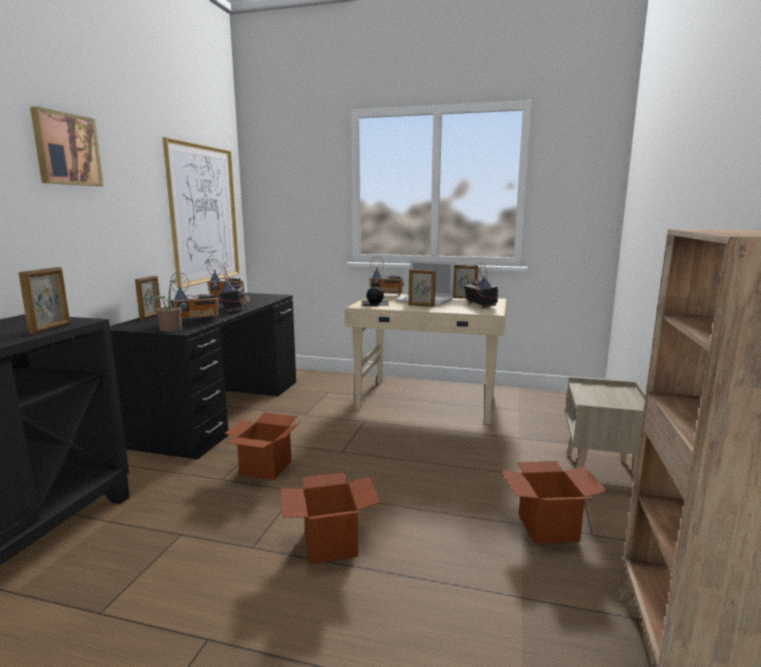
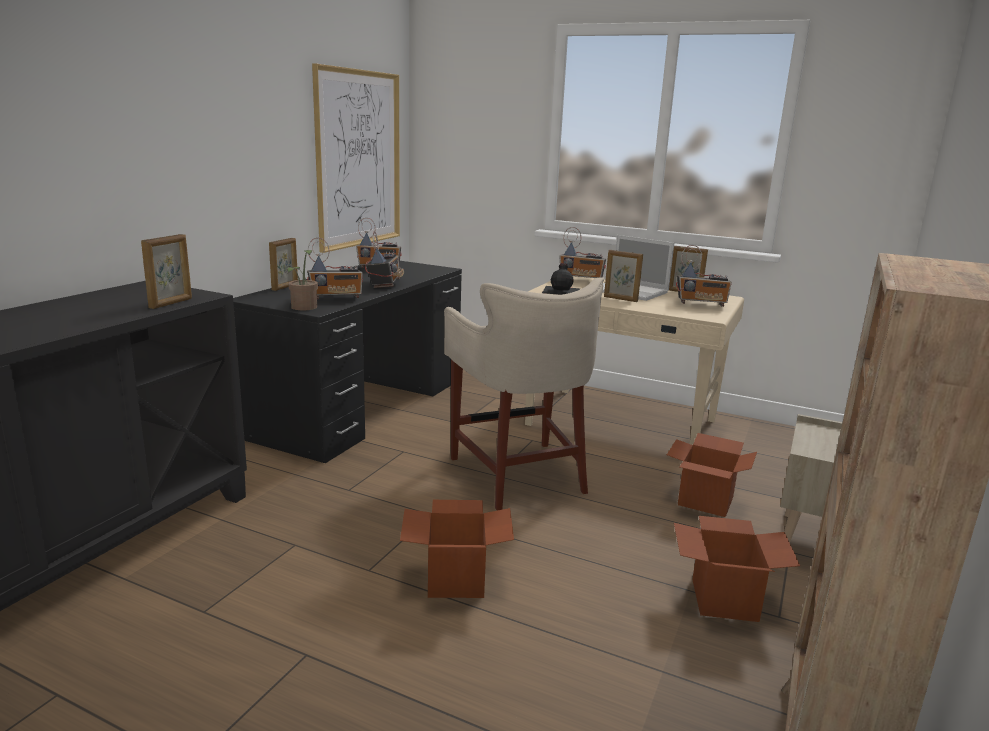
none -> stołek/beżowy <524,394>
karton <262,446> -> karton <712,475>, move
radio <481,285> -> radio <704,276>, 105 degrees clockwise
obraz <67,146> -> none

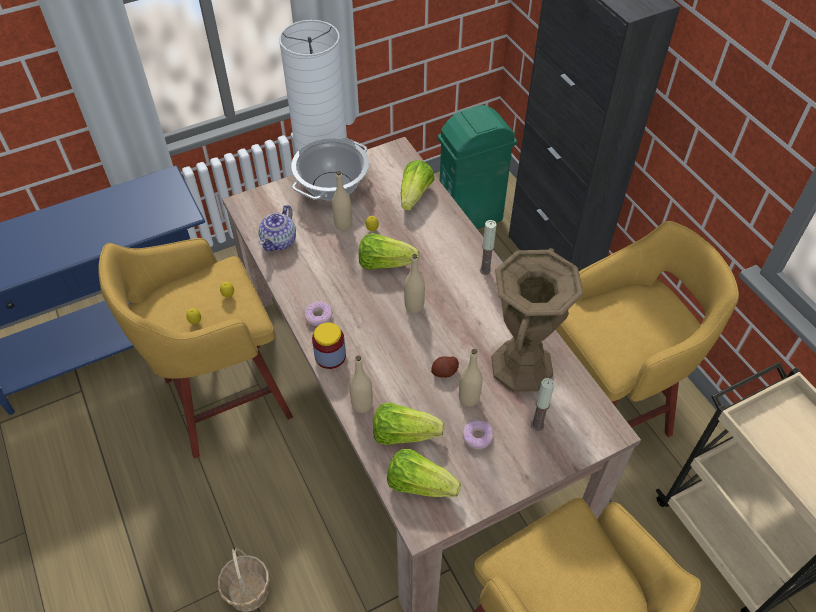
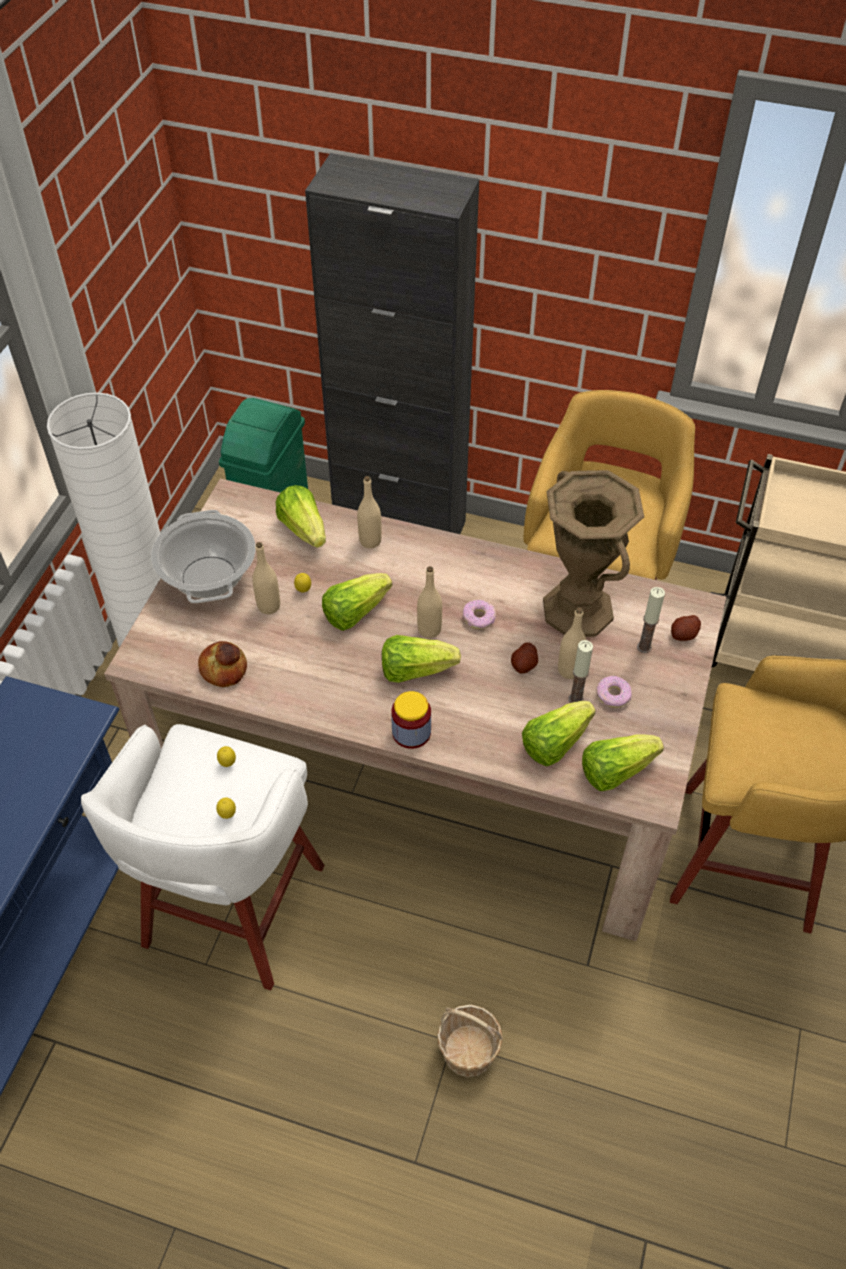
stołek/żółty <195,348> -> stołek/biały <203,857>
imbryk <277,228> -> chleb <222,664>
butelka/beżowy <361,384> -> butelka/beżowy <369,512>, move
none -> sałata <421,659>
donut <318,313> -> donut <479,614>, move
świeca <488,247> -> świeca <581,671>, move
none -> ziemniak <686,628>

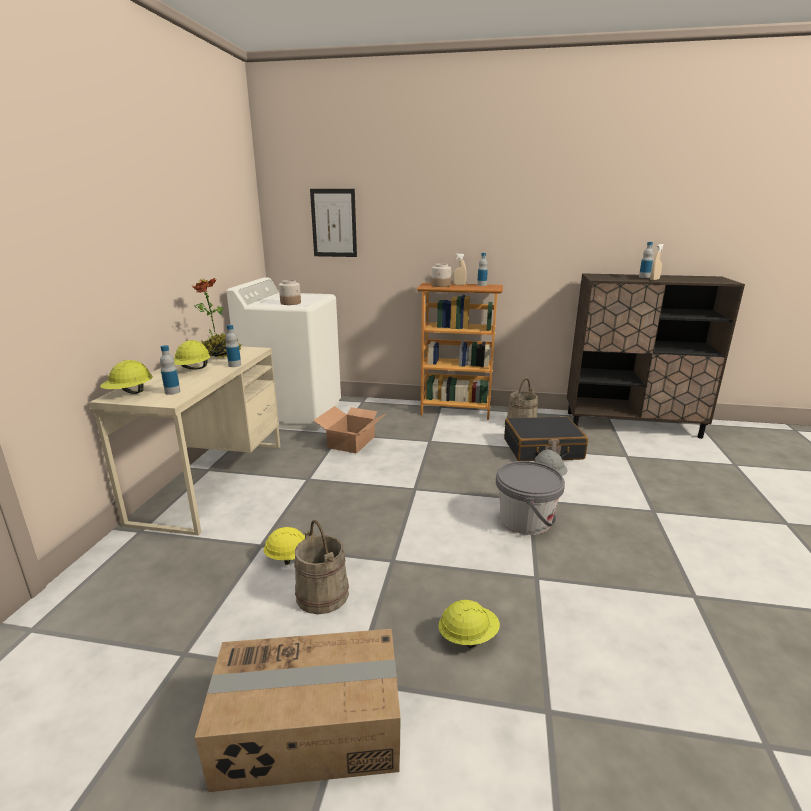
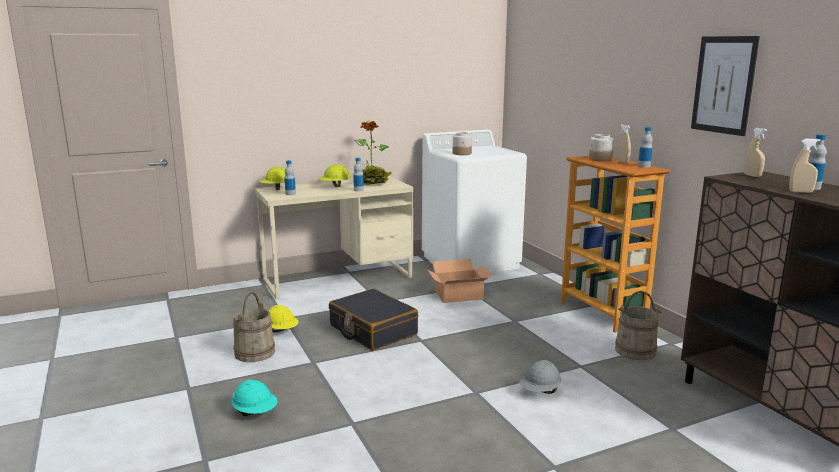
kask/żółty <469,624> -> kask/turkusowy <254,397>
walizka/czarny <546,438> -> walizka/czarny <373,320>, move
obraz <333,223> -> obraz <725,86>, move
none -> spryskiwacz/beżowy <755,152>
karton <298,710> -> none
wiadro/szary <530,498> -> none

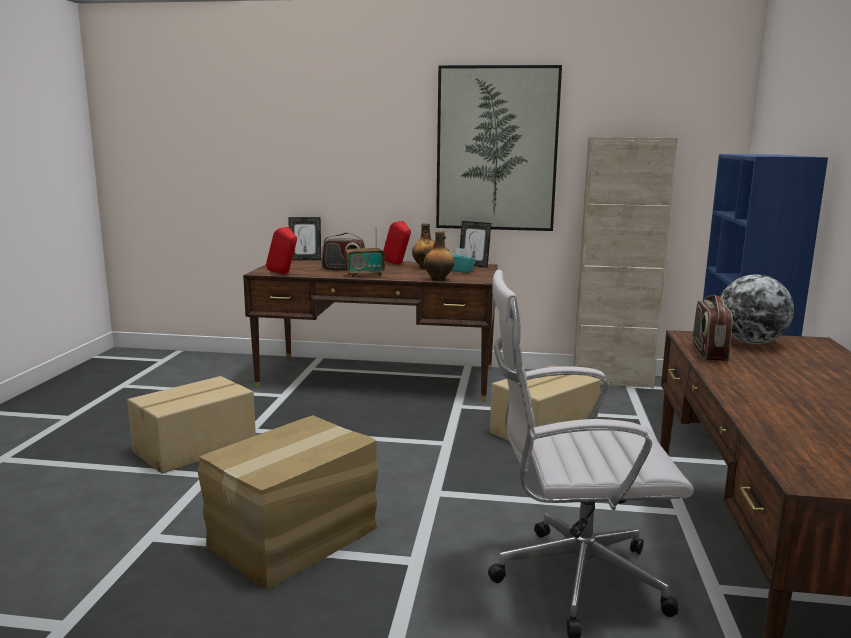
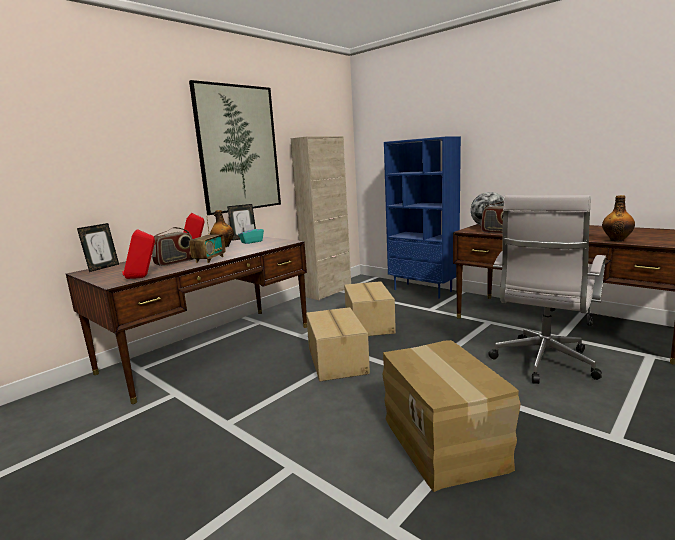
karton <191,425> -> karton <338,344>, move
butelka <439,256> -> butelka <618,218>, move

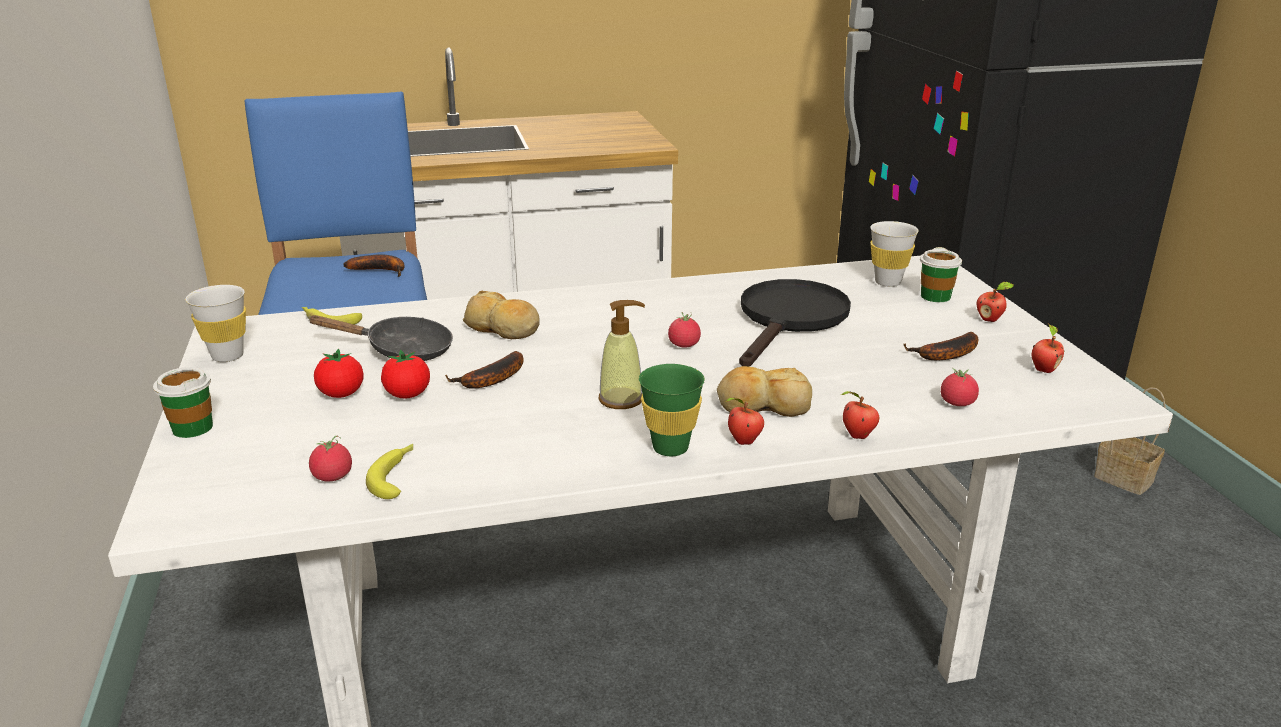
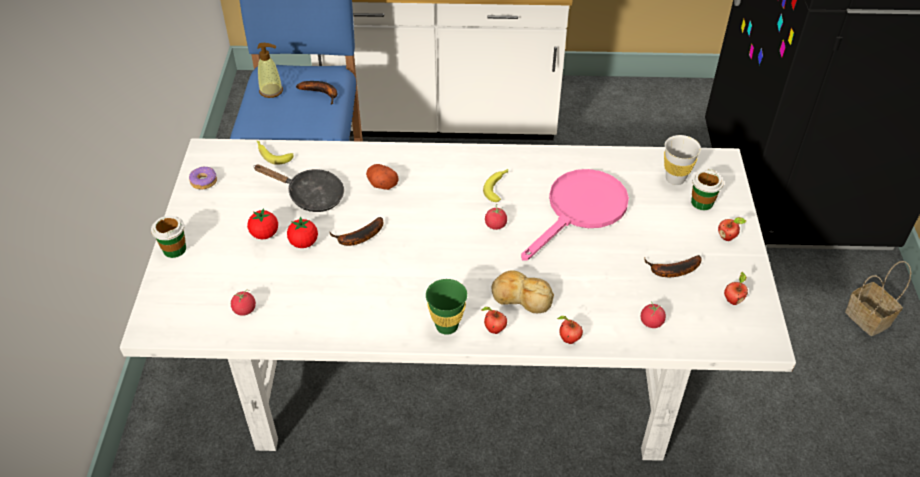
filiżanka/biały <215,323> -> donut <203,178>
dozownik mydła <621,354> -> dozownik mydła <270,70>, move
chleb <501,315> -> ziemniak <382,177>
banan <389,471> -> banan <495,185>, move
patelnia/czarny <795,322> -> patelnia/różowy <575,214>

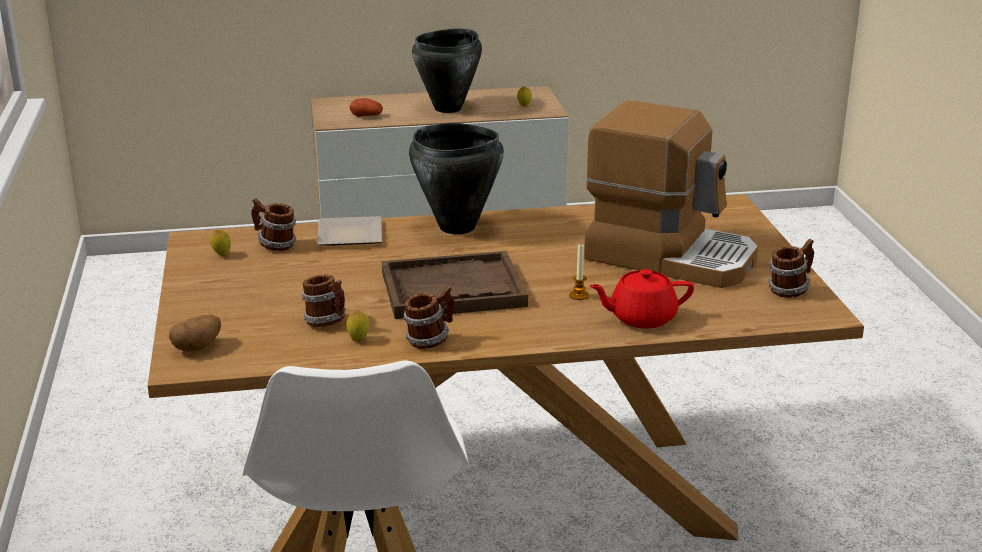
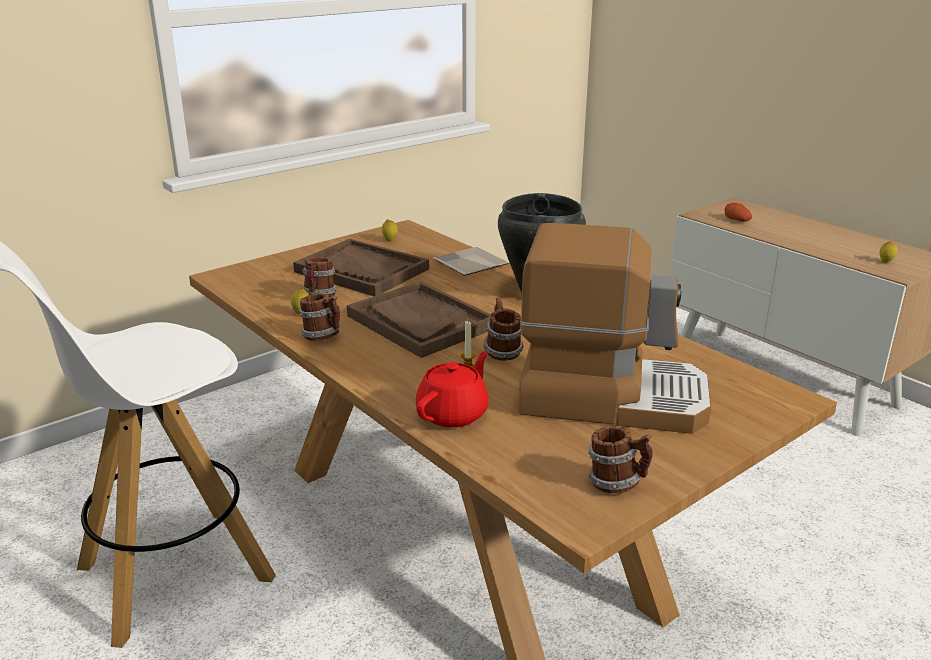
none -> taca/brązowy <361,267>
imbryk/czerwony <641,298> -> imbryk/czerwony <452,389>, 75 degrees clockwise
kubek <273,224> -> kubek <503,329>, move
ekspres do kawy <671,194> -> ekspres do kawy <614,328>, 75 degrees counterclockwise
ziemniak <195,333> -> none
garnek/czarny <447,70> -> none

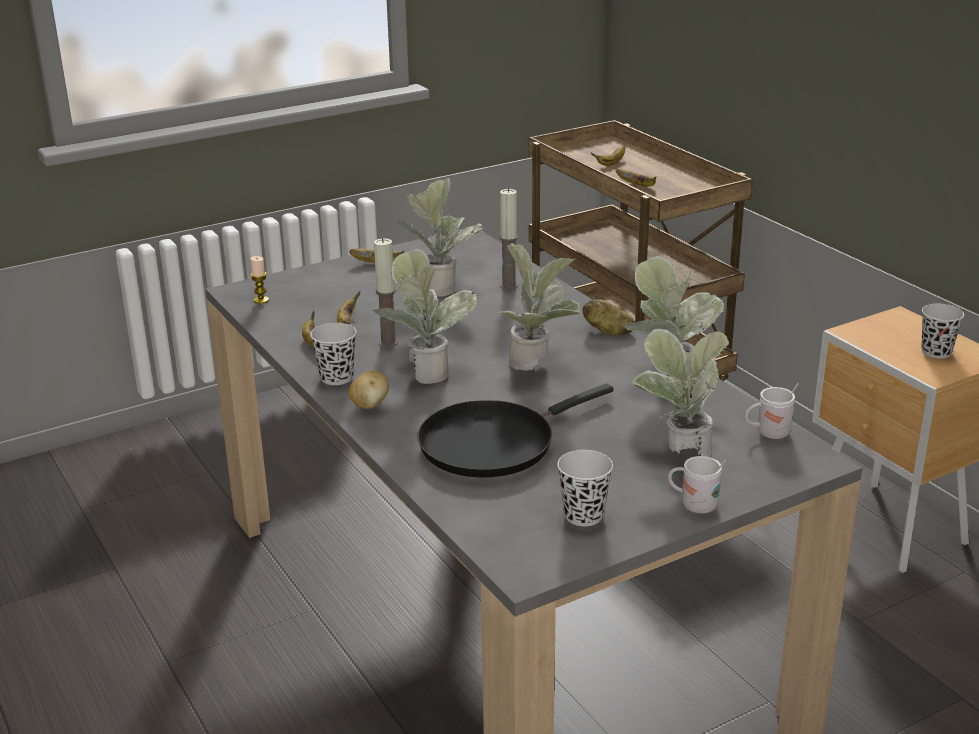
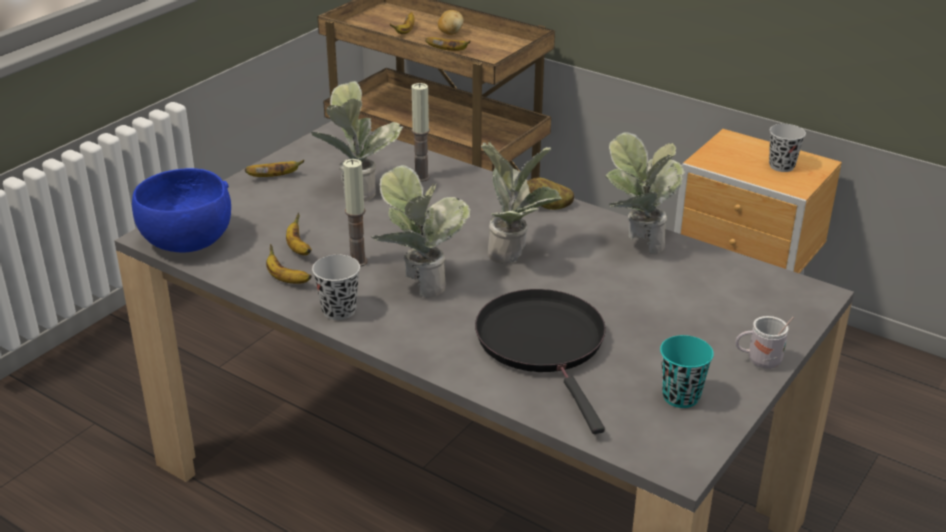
świeca <259,280> -> miska/niebieski <181,210>
ziemniak <369,390> -> ziemniak <451,22>, move
patelnia/czarny <515,430> -> patelnia/czarny <540,361>, 135 degrees clockwise
filiżanka/czarny <585,488> -> filiżanka/turkusowy <687,371>
roślina doniczkowa <680,393> -> none
kubek/biały <772,411> -> none

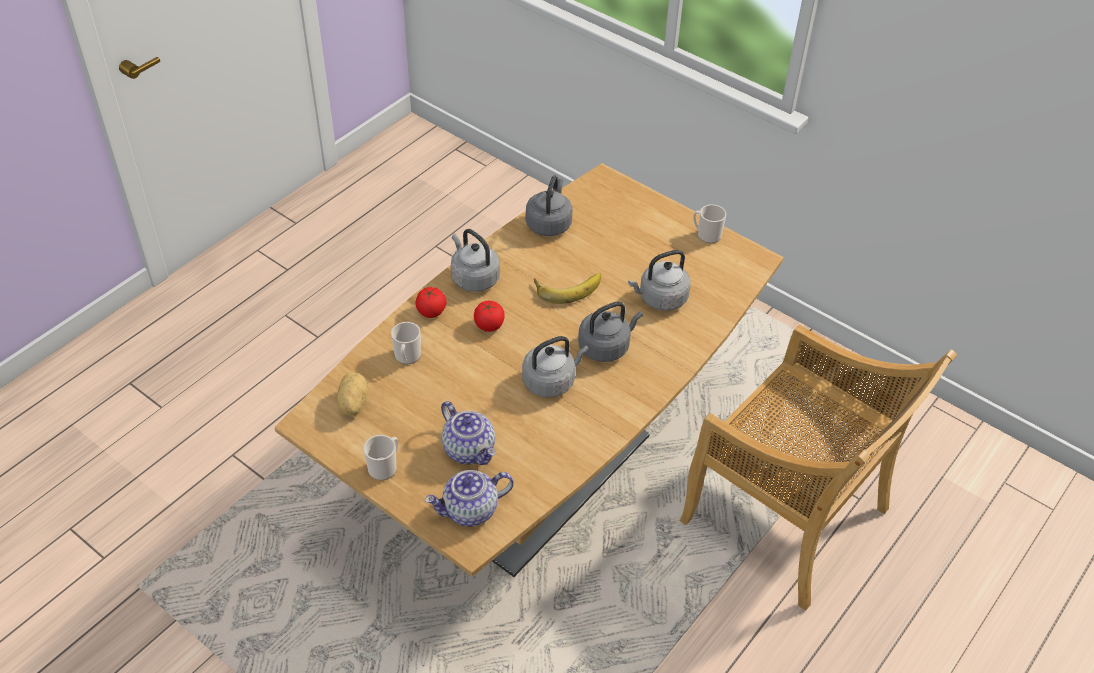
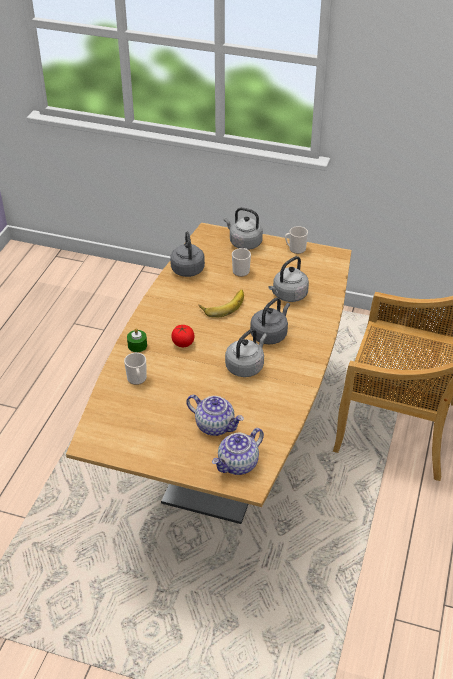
pomidor <431,302> -> świeca/zielony <137,340>
czajnik/szary <475,260> -> czajnik/szary <243,229>, move
kubek <381,457> -> kubek <241,262>, move
ziemniak <352,394> -> none

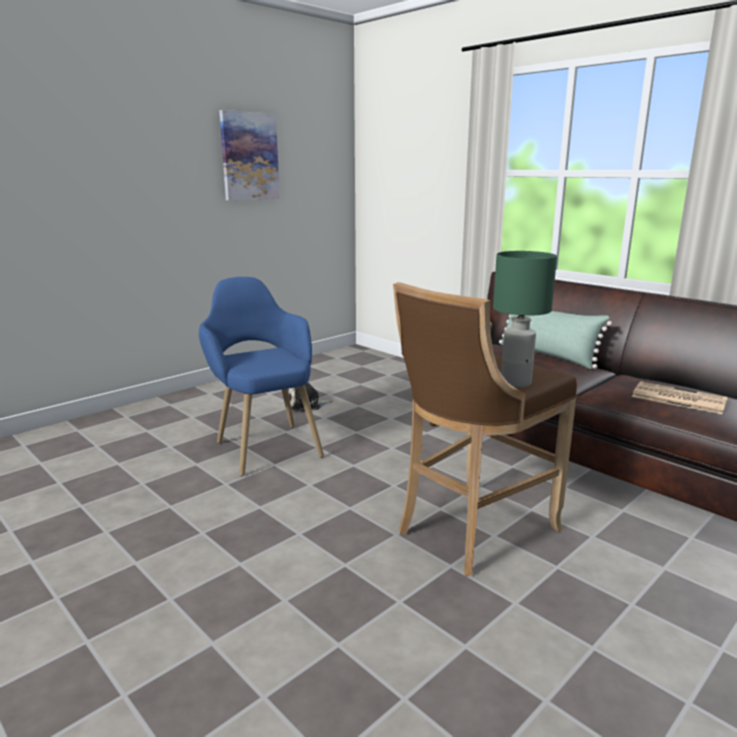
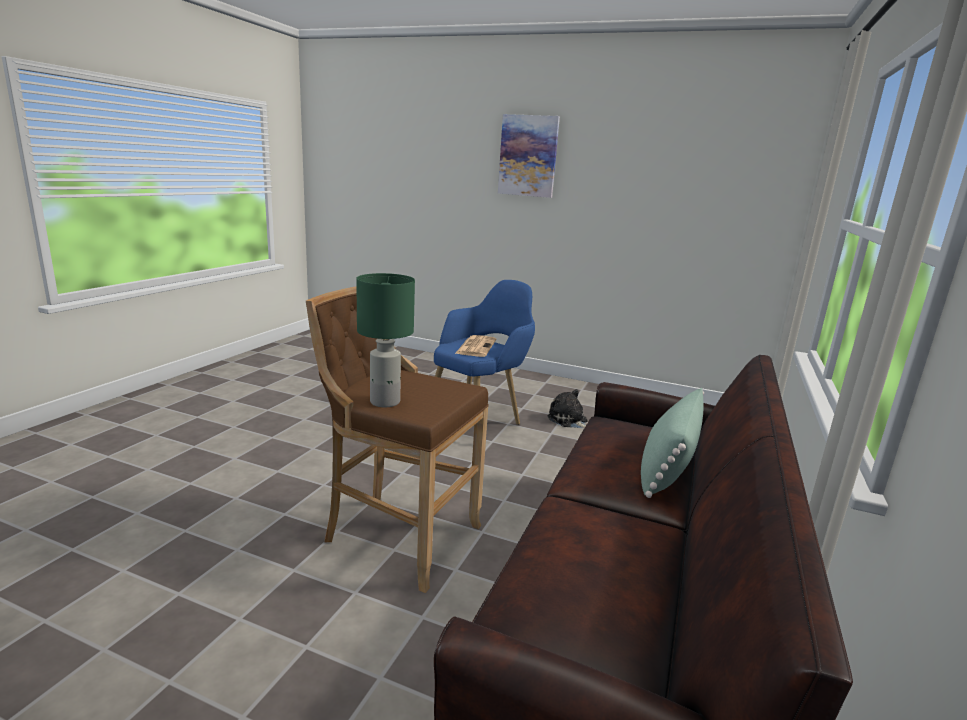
gazeta <680,397> -> gazeta <475,346>, move
obraz <249,155> -> obraz <529,156>, move

